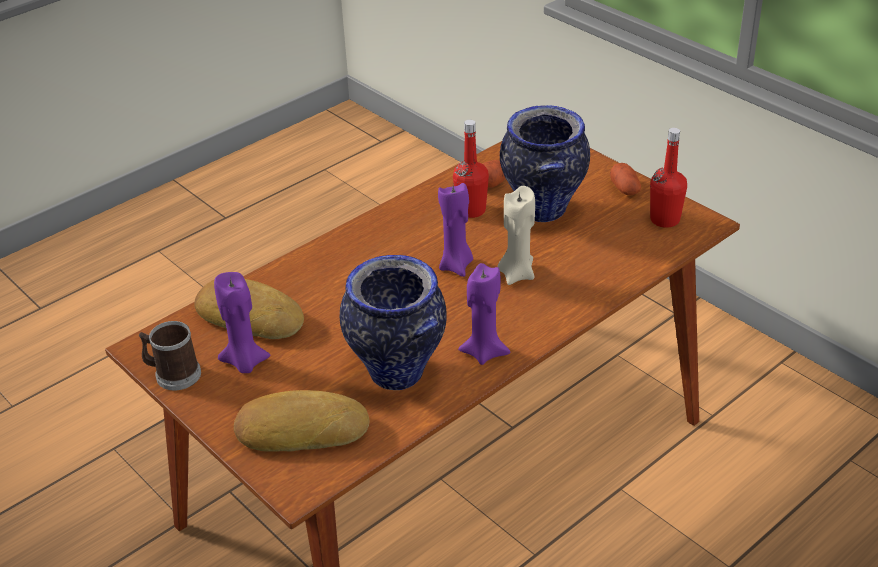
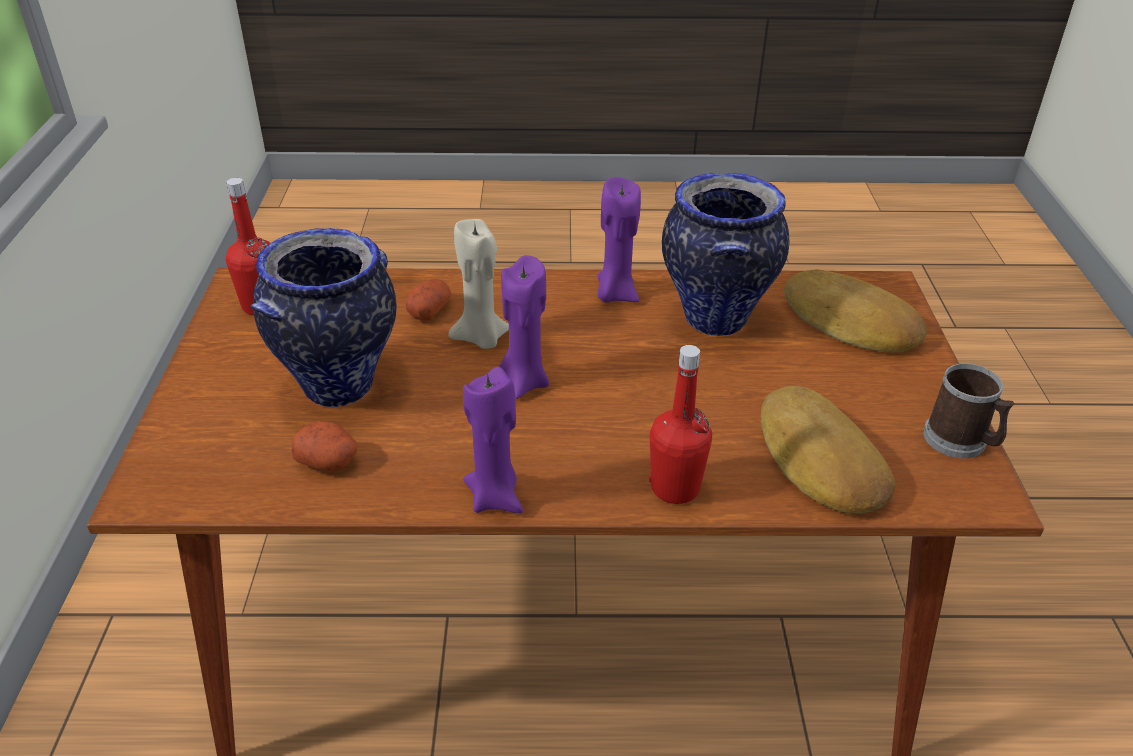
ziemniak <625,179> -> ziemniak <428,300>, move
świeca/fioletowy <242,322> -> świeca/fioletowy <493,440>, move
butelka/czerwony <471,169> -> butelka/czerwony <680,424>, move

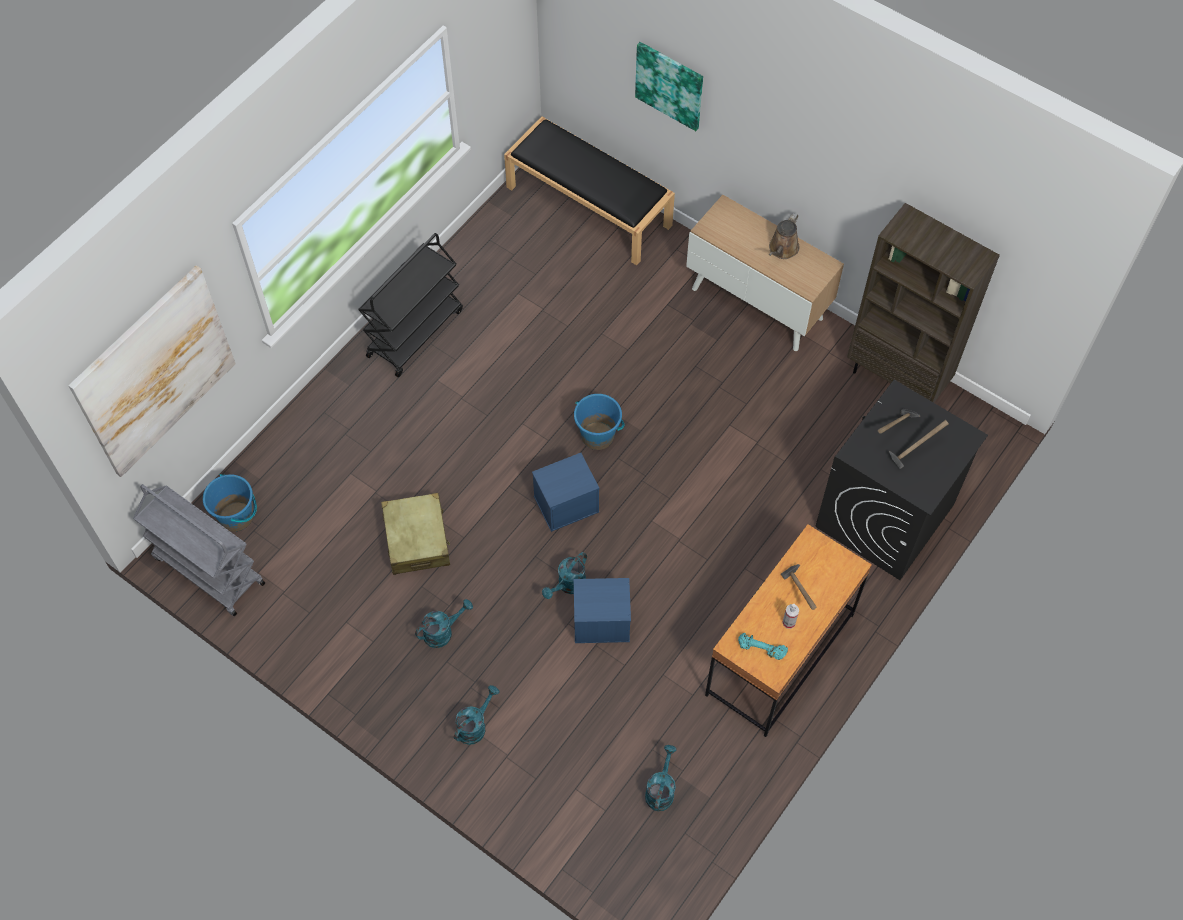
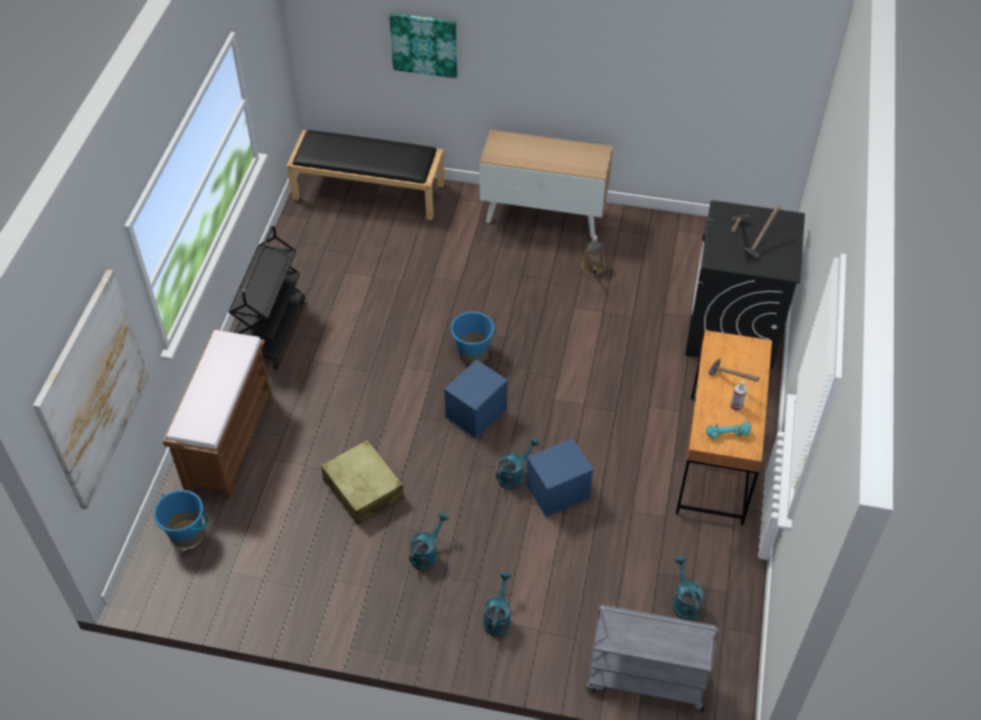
none -> ławka/brązowy <217,414>
konewka/turkusowy <564,575> -> konewka/turkusowy <518,463>, 150 degrees counterclockwise
konewka/brązowy <784,236> -> konewka/brązowy <594,255>, move
wózek/szary <199,550> -> wózek/szary <652,658>, move
regał/brązowy <923,303> -> none

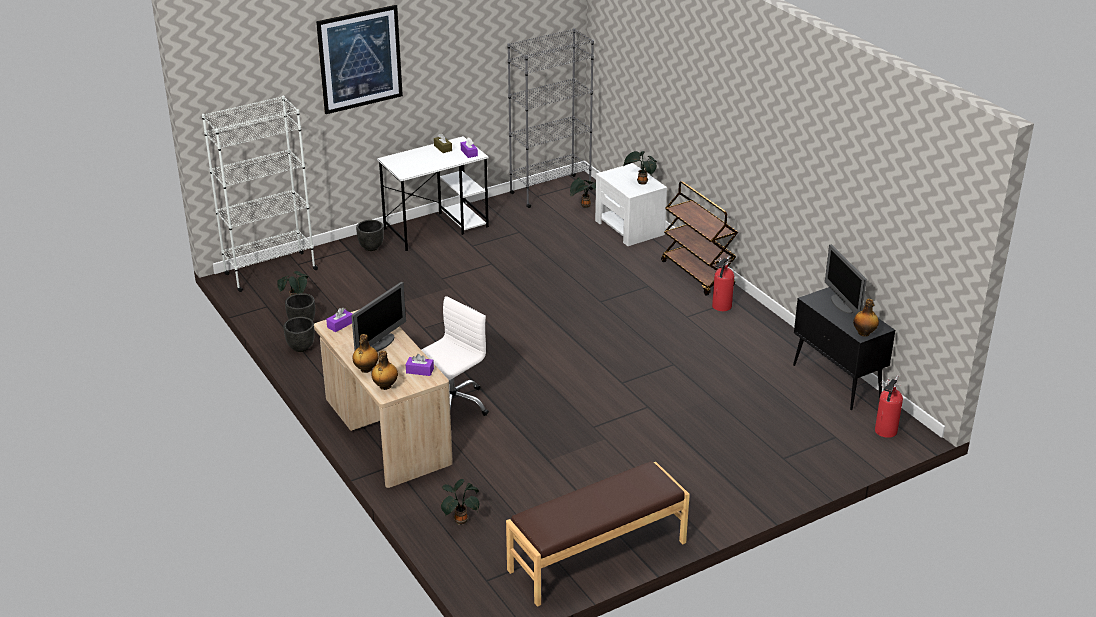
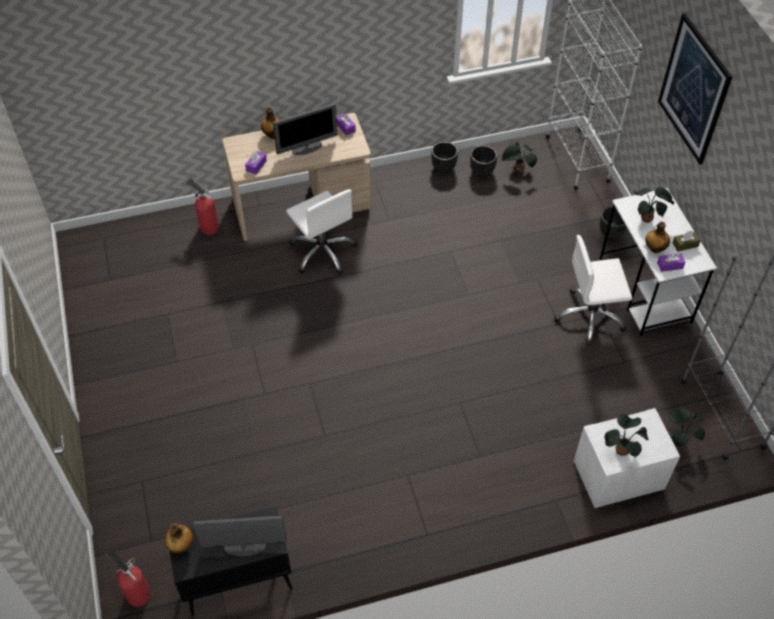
gaśnica <723,283> -> gaśnica <202,206>, move
monitor <378,317> -> monitor <305,129>, 75 degrees counterclockwise
none -> krzesło biurowe/biały <593,290>
roślina doniczkowa <460,502> -> roślina doniczkowa <654,205>, move
butelka <384,370> -> butelka <657,237>, move
ławka/brązowy <598,534> -> none
wózek/brązowy <699,238> -> none

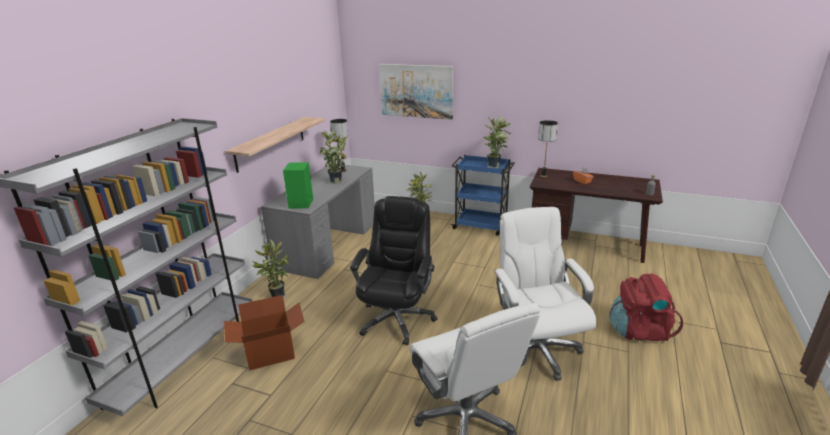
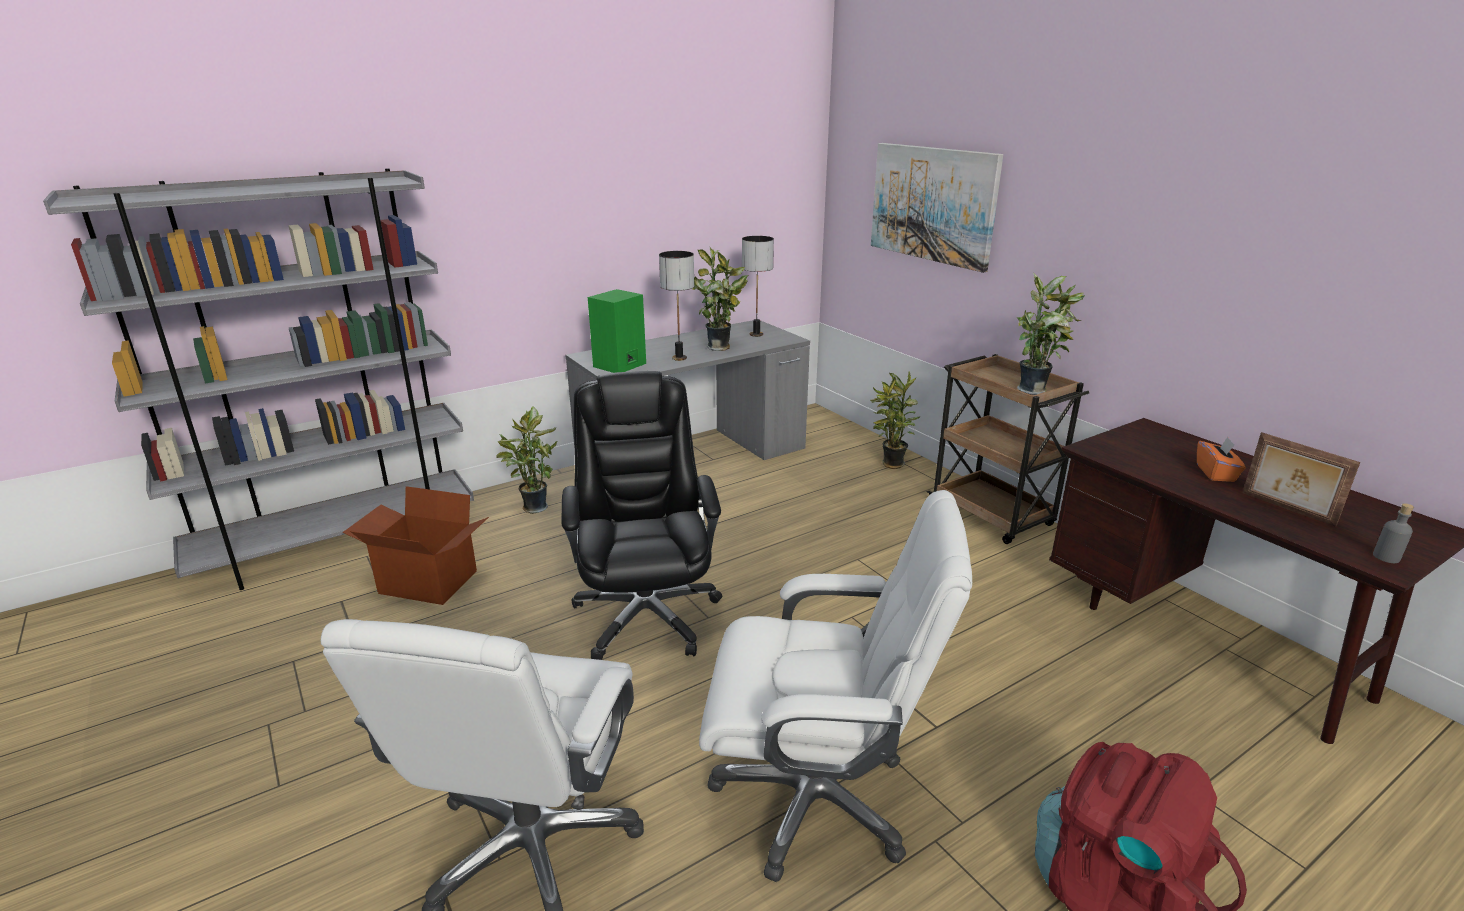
krzesło biurowe/czarny <394,271> -> krzesło biurowe/czarny <641,515>, 60 degrees counterclockwise
lampa stołowa <548,148> -> lampa stołowa <676,306>, move
krzesło biurowe/biały <544,294> -> krzesło biurowe/biały <835,686>, 75 degrees clockwise
wózek/niebieski <483,195> -> wózek/brązowy <1007,449>
none -> ramka na zdjęcie <1301,479>
półka <275,145> -> none

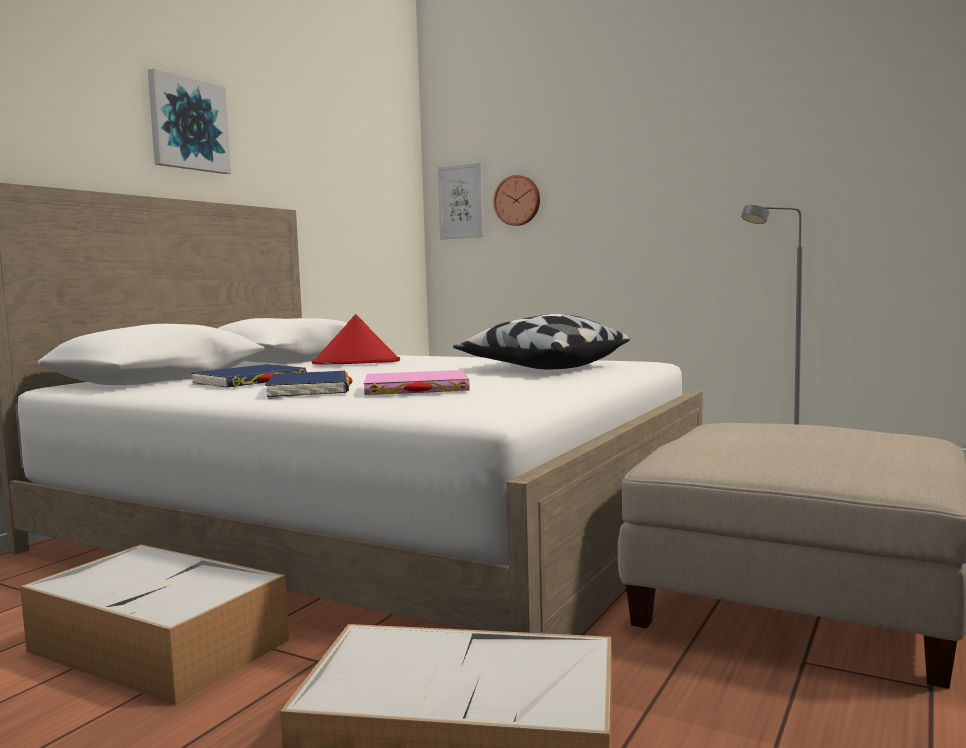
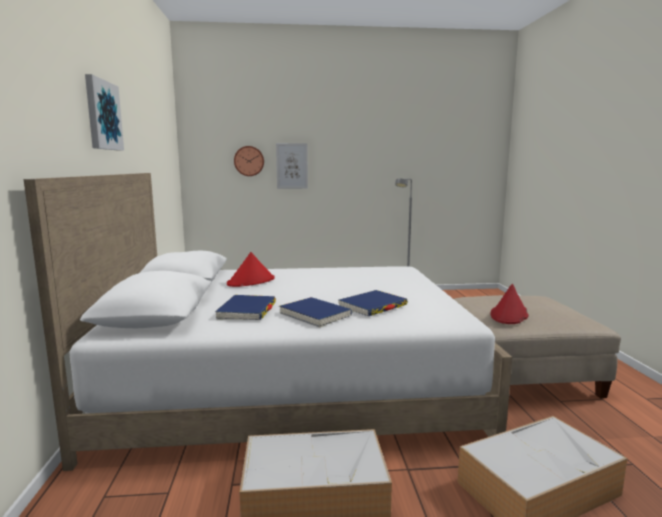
obraz <461,200> -> obraz <292,166>, move
książka/różowy <417,382> -> książka/niebieski <373,303>
none -> kapelusz/czerwony <509,304>
poduszka <541,341> -> none

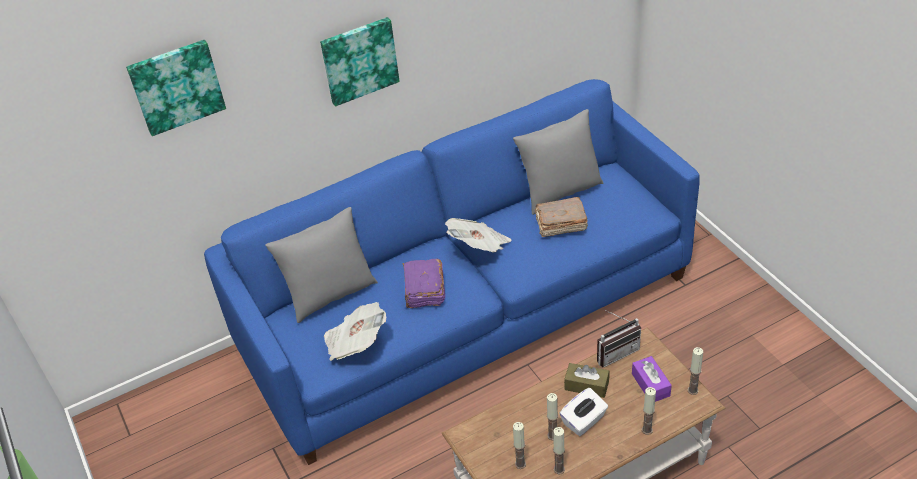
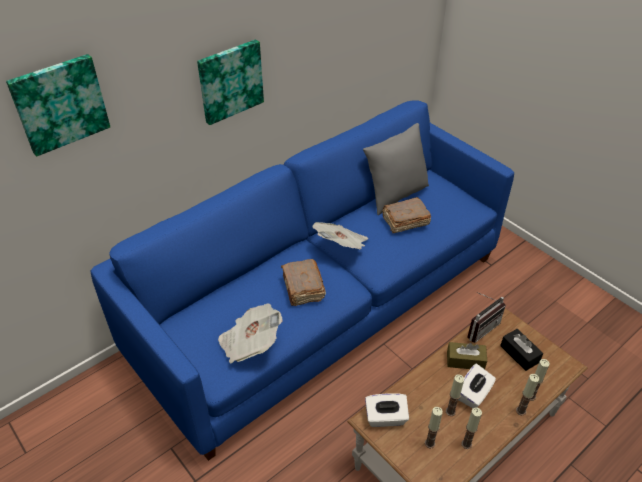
książka/fioletowy <424,283> -> książka/brązowy <303,282>
none -> pudełko chusteczek/biały <387,410>
pudełko chusteczek/fioletowy <652,379> -> pudełko chusteczek/czarny <521,350>
świeca <695,371> -> świeca <527,395>, move
poduszka/szary <321,265> -> none

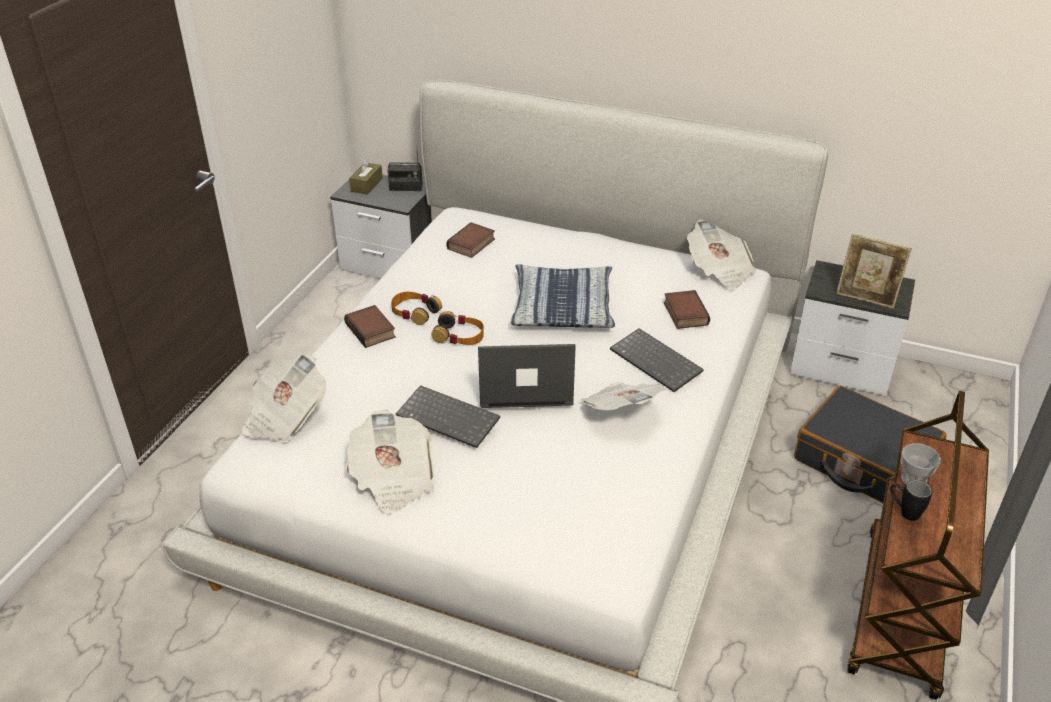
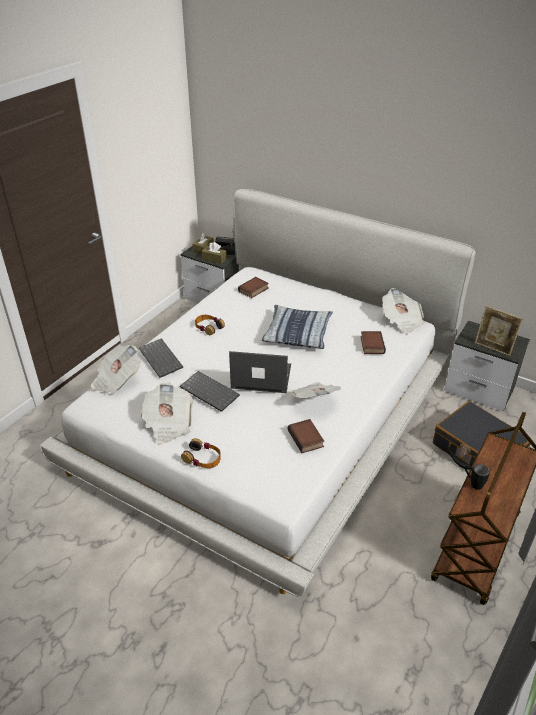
klawiatura <657,360> -> klawiatura <161,358>, move
słuchawki <457,328> -> słuchawki <201,453>, move
none -> pudełko chusteczek/brązowy <214,253>
książka <370,326> -> książka <306,436>, move
filiżanka <921,463> -> none

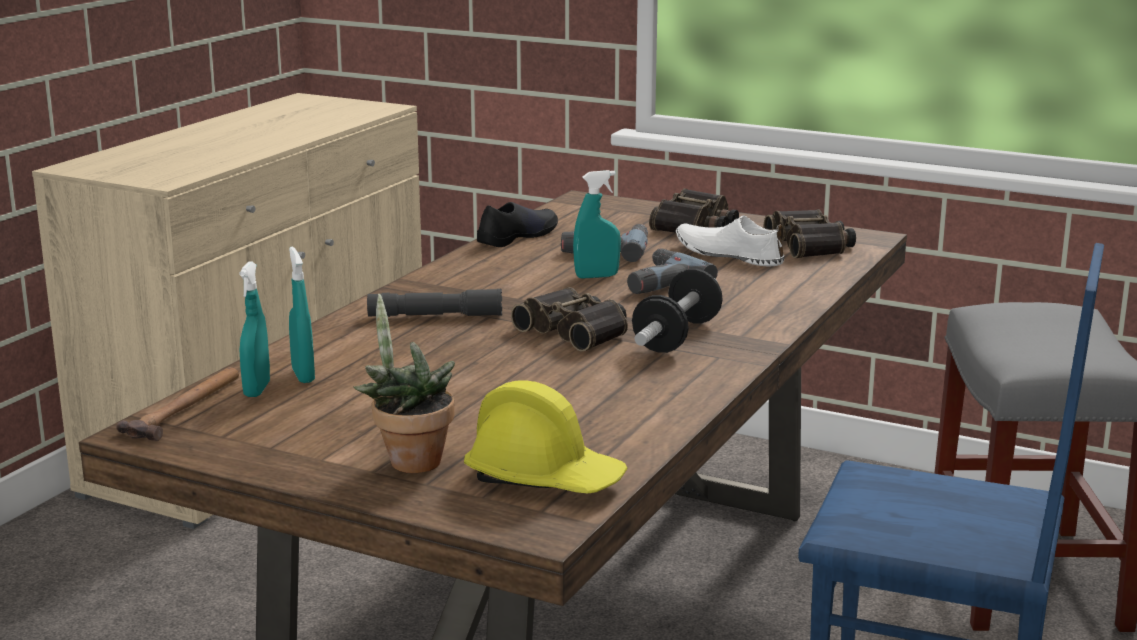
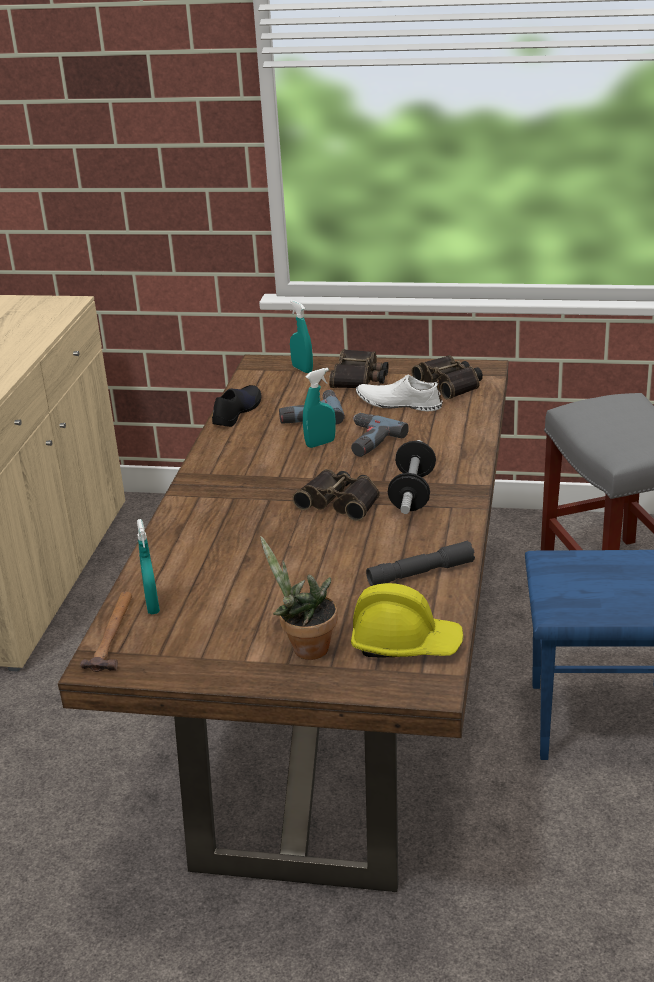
spryskiwacz/turkusowy <302,315> -> spryskiwacz/turkusowy <301,336>, move
latarka/szary <434,303> -> latarka/szary <420,563>, move

